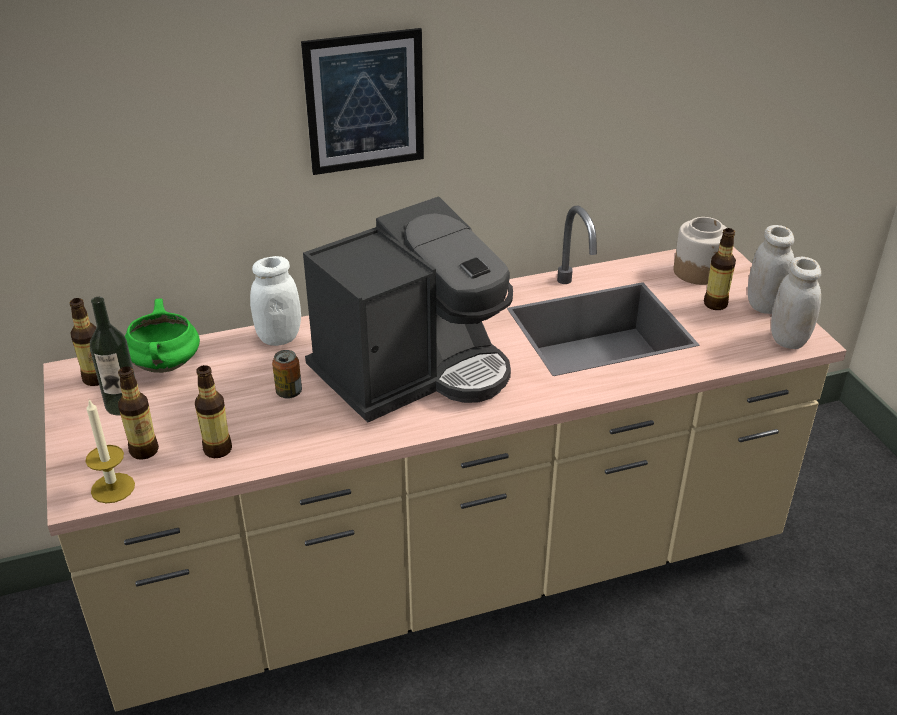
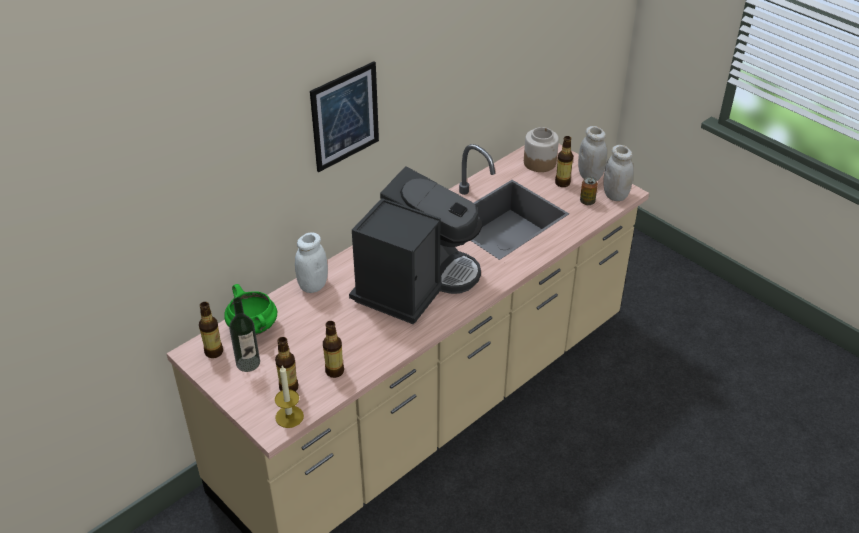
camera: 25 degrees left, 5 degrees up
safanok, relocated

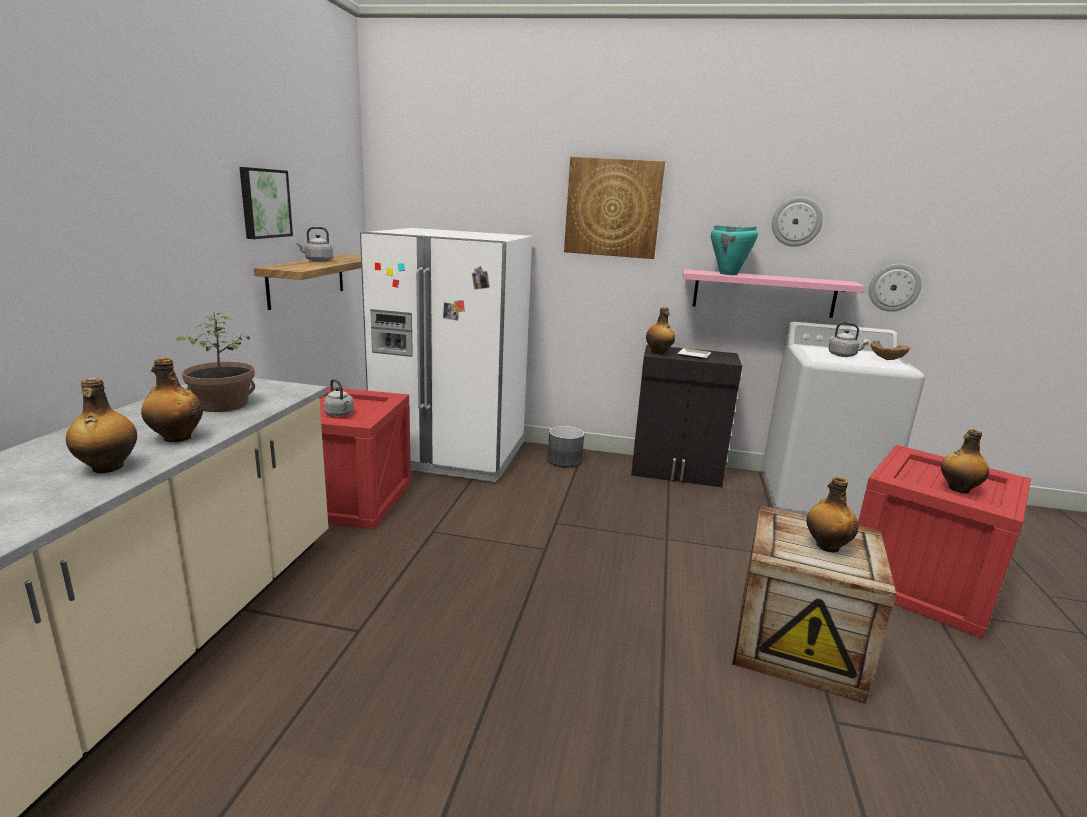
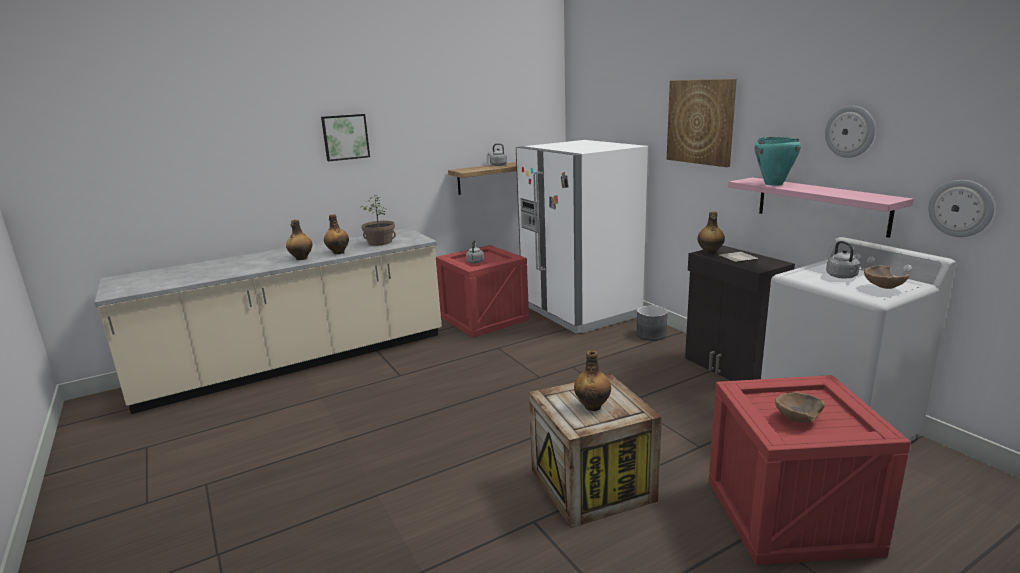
camera: 50 degrees right, 0 degrees up
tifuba (no. 1 from left), relocated
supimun (no. 5 from left) -> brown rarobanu (no. 1 from left)

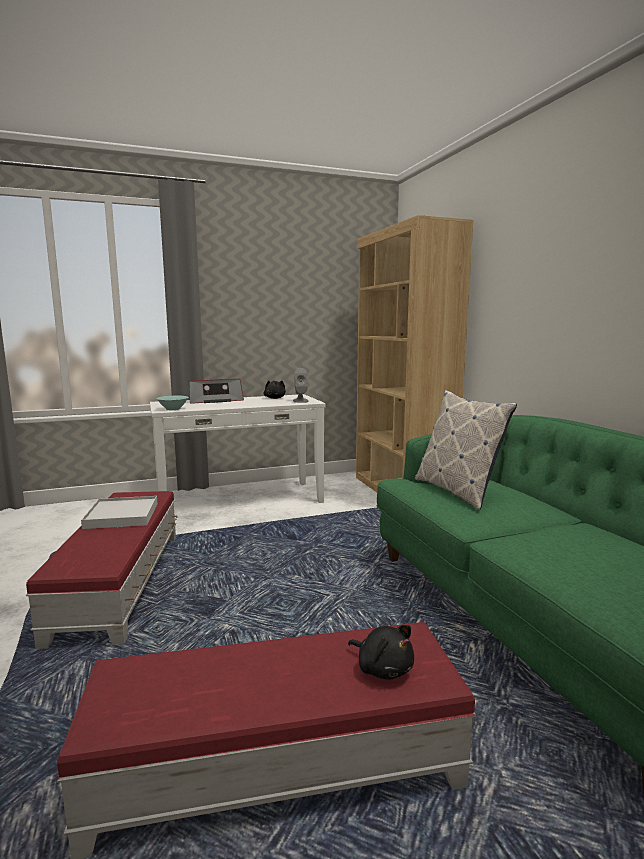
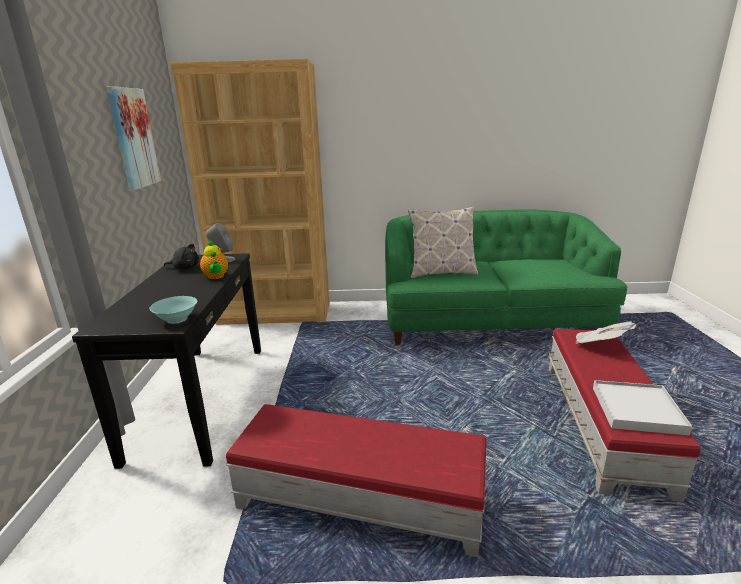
camera: 70 degrees left, 10 degrees up
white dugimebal, relocated
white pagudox -> black pagudox
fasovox -> none
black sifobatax (no. 2 from left) -> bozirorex
none -> tifuba
none -> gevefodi

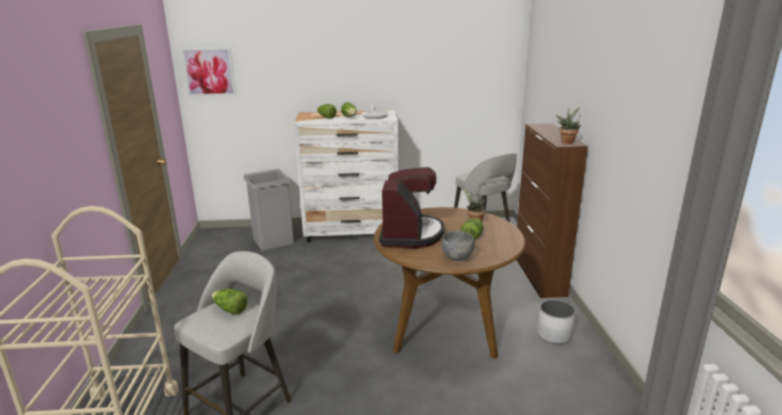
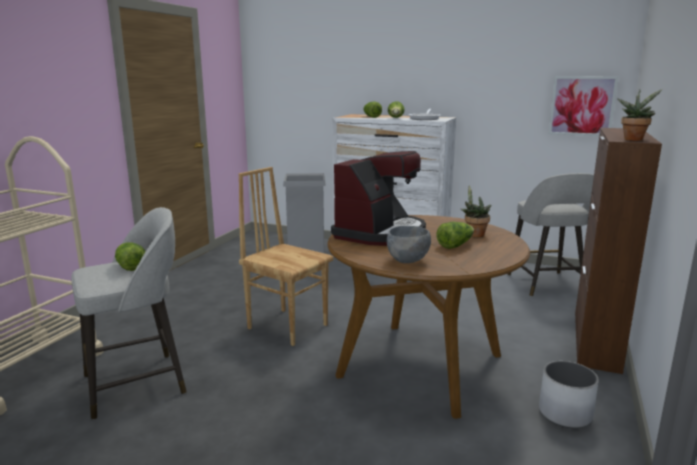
camera: 25 degrees right, 5 degrees down
tifuba, relocated
none -> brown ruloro

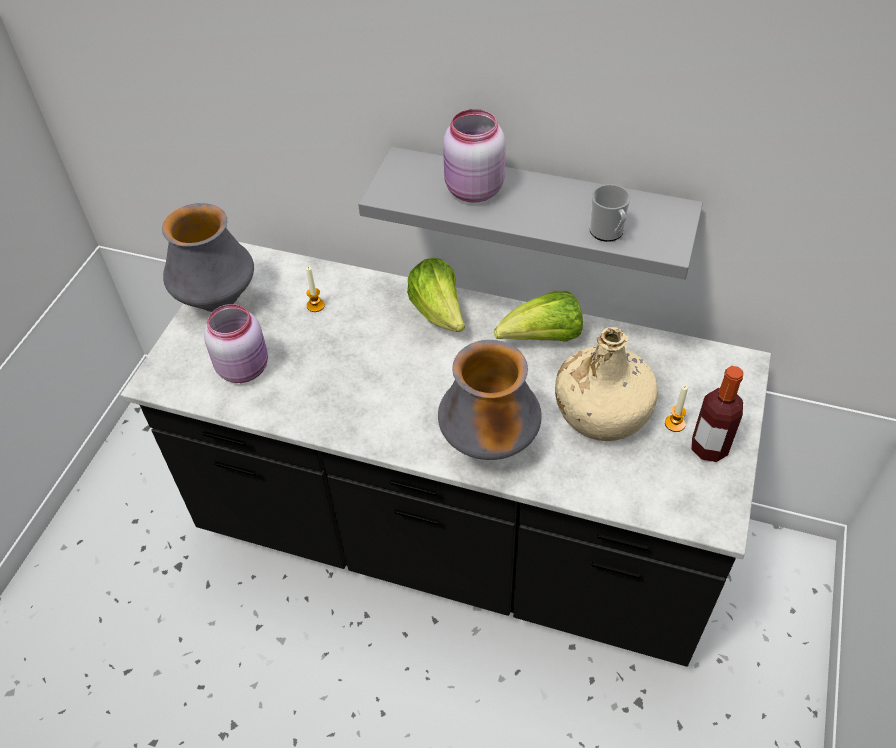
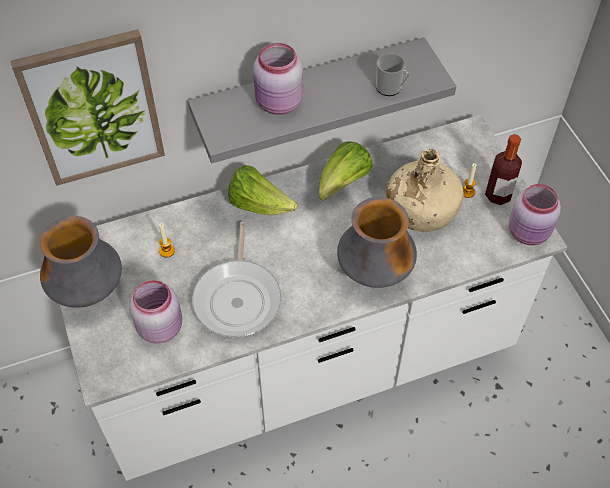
camera: 40 degrees left, 5 degrees up
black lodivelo -> white lodivelo
none -> tifuba
none -> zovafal
none -> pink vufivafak (no. 3 from left)

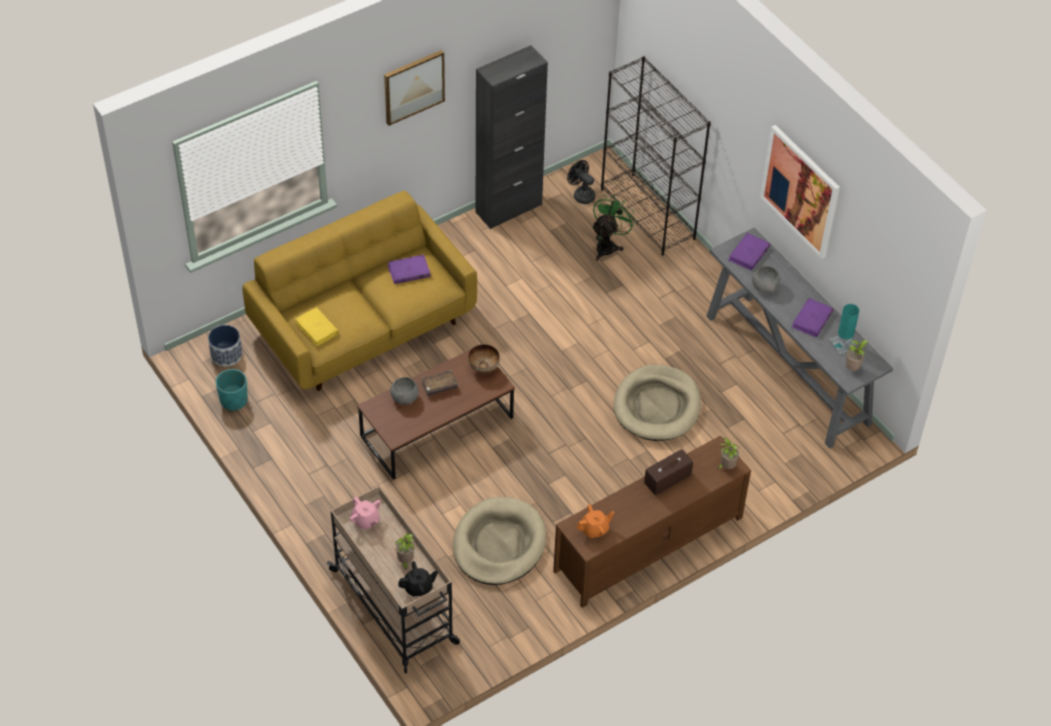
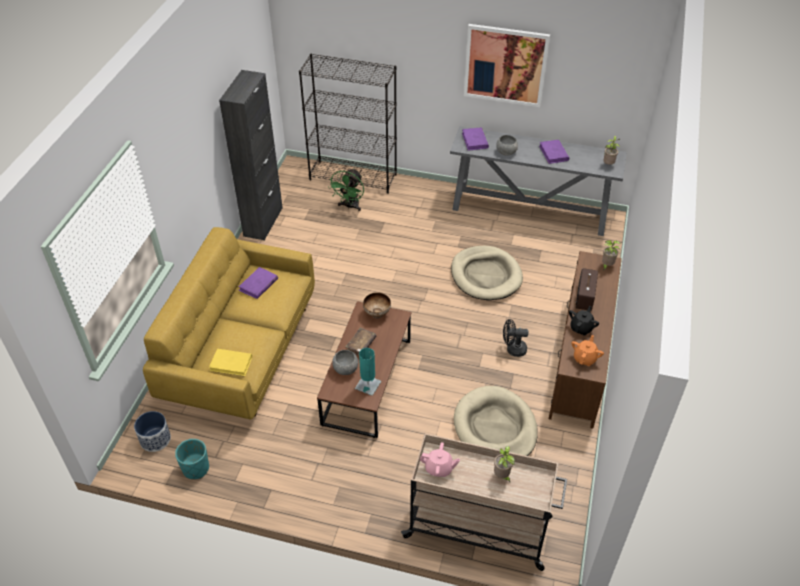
camera: 40 degrees left, 5 degrees down
tifuba (no. 1 from left) -> none
black gevefodi, relocated
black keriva, relocated
green keriva, 150 degrees counterclockwise
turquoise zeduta, relocated

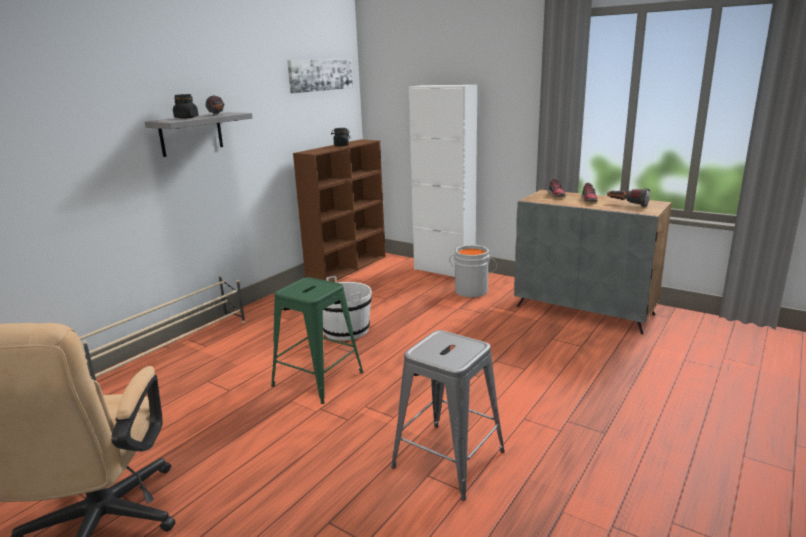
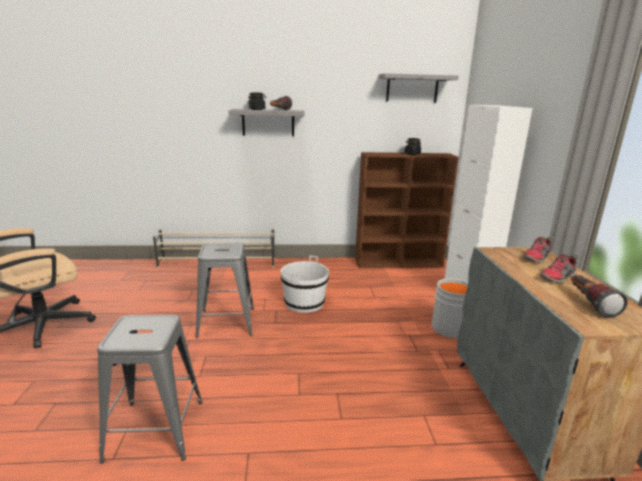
camera: 50 degrees right, 0 degrees up
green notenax -> grey notenax (no. 2 from left)
tifuba -> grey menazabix (no. 2 from left)

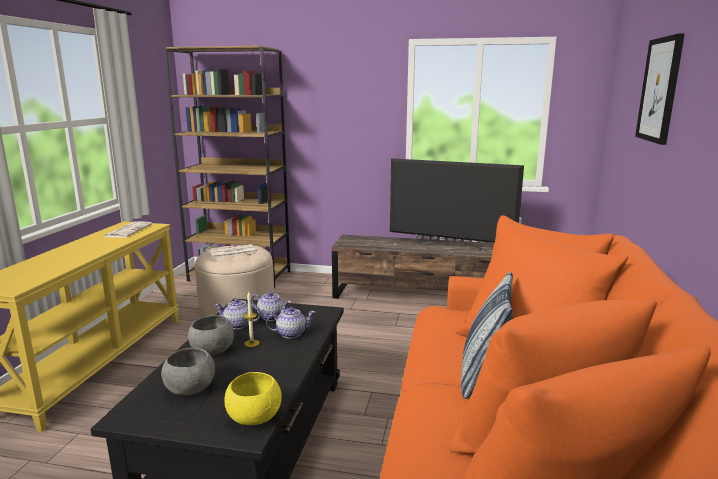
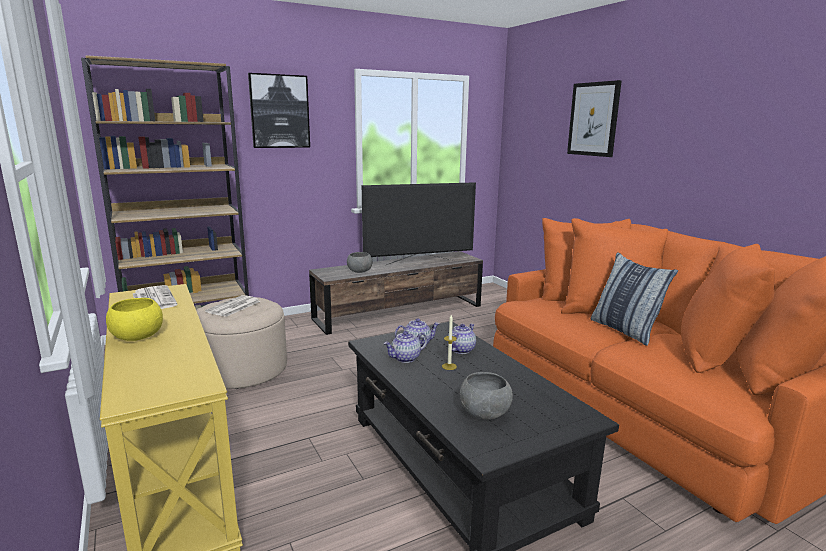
camera: 40 degrees left, 0 degrees up
grey rarobanu (no. 2 from left in the first image) -> grey rarobanu (no. 1 from left), relocated
yellow rarobanu, relocated
none -> tifuba (no. 1 from left)

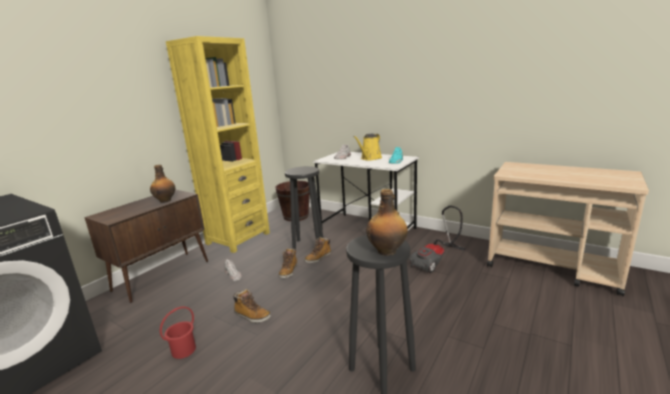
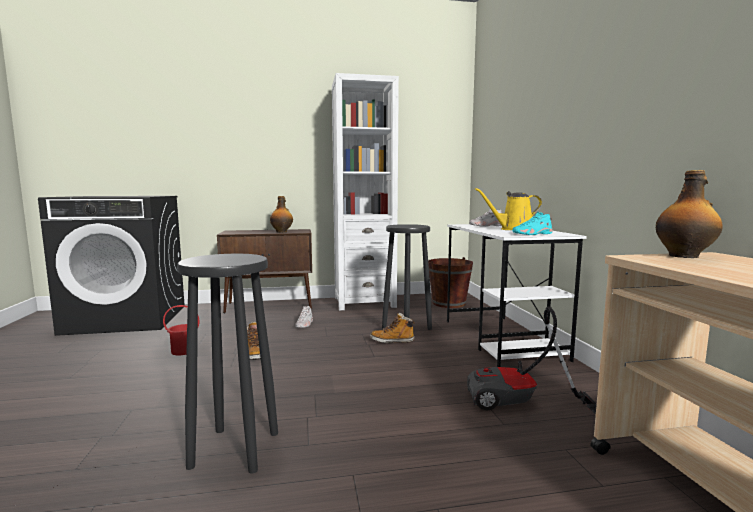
camera: 45 degrees right, 10 degrees down
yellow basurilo -> white basurilo
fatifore (no. 2 from left) -> none
supimun (no. 2 from left), relocated

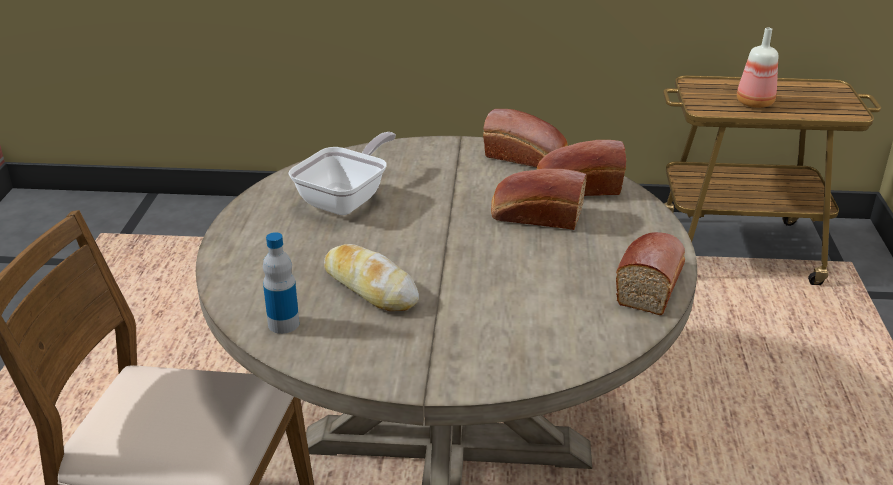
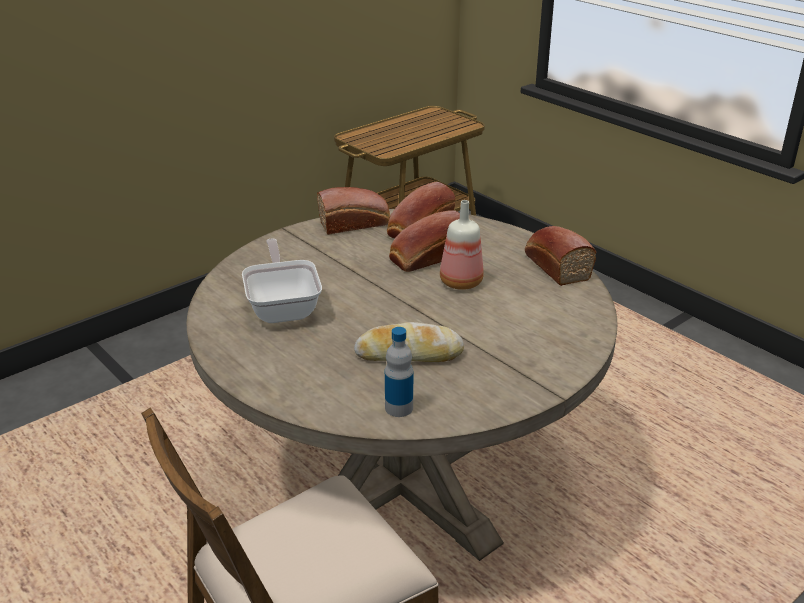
camera: 45 degrees left, 0 degrees up
supimun (no. 2 from left), relocated

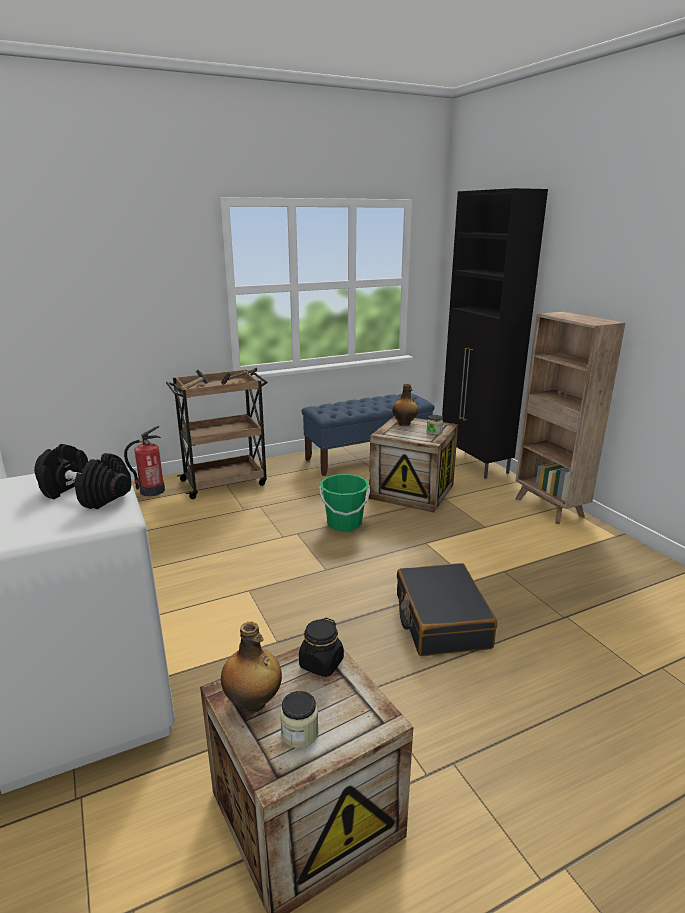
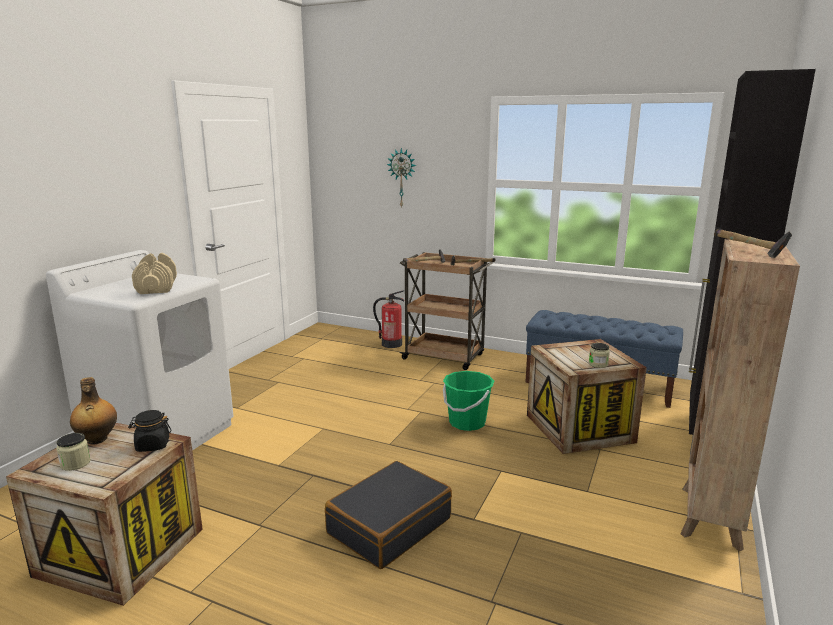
camera: 50 degrees right, 5 degrees down
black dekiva -> beige dekiva
supimun (no. 2 from left) -> none
none -> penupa
none -> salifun (no. 3 from left)

